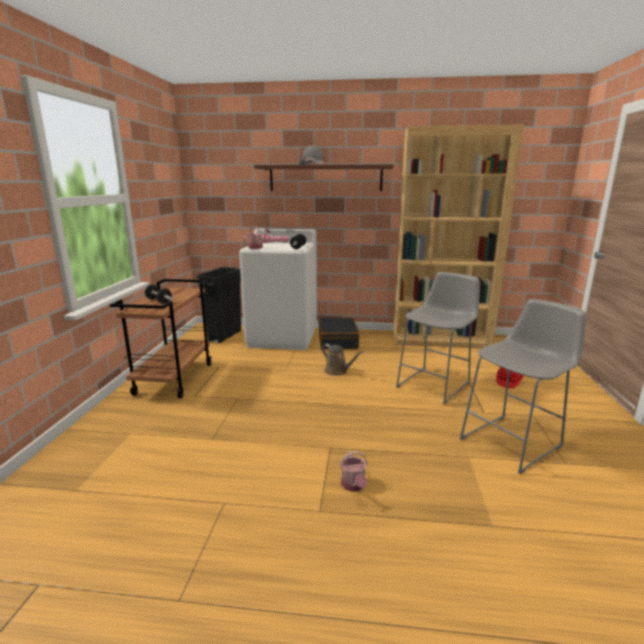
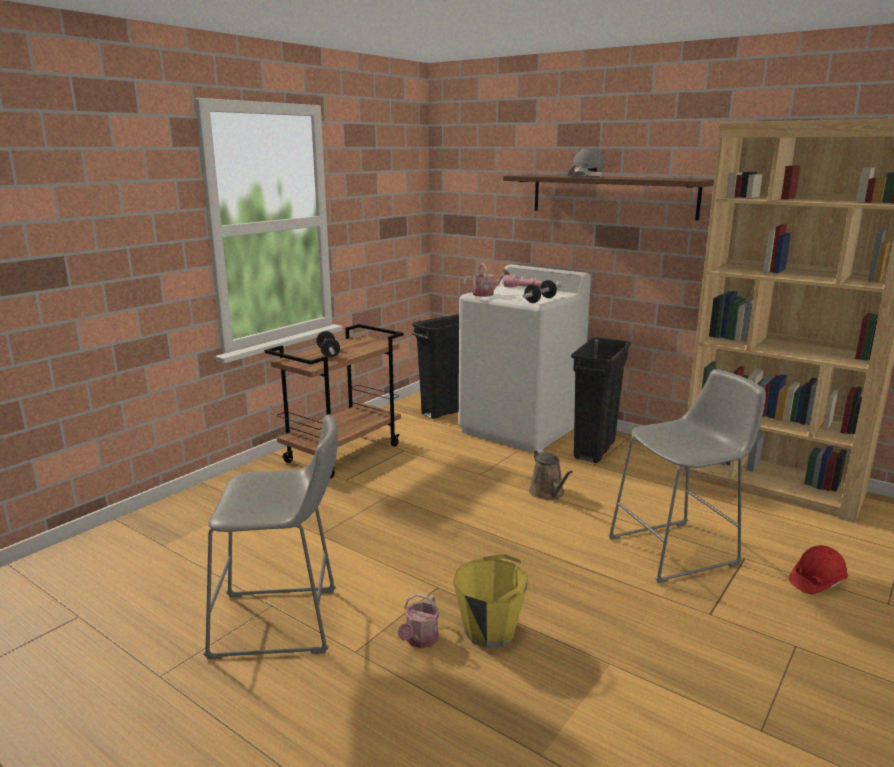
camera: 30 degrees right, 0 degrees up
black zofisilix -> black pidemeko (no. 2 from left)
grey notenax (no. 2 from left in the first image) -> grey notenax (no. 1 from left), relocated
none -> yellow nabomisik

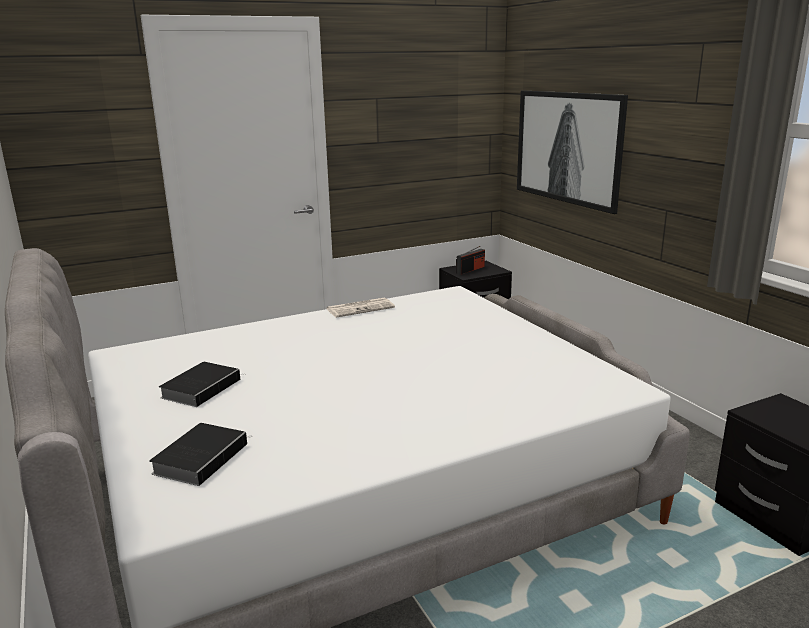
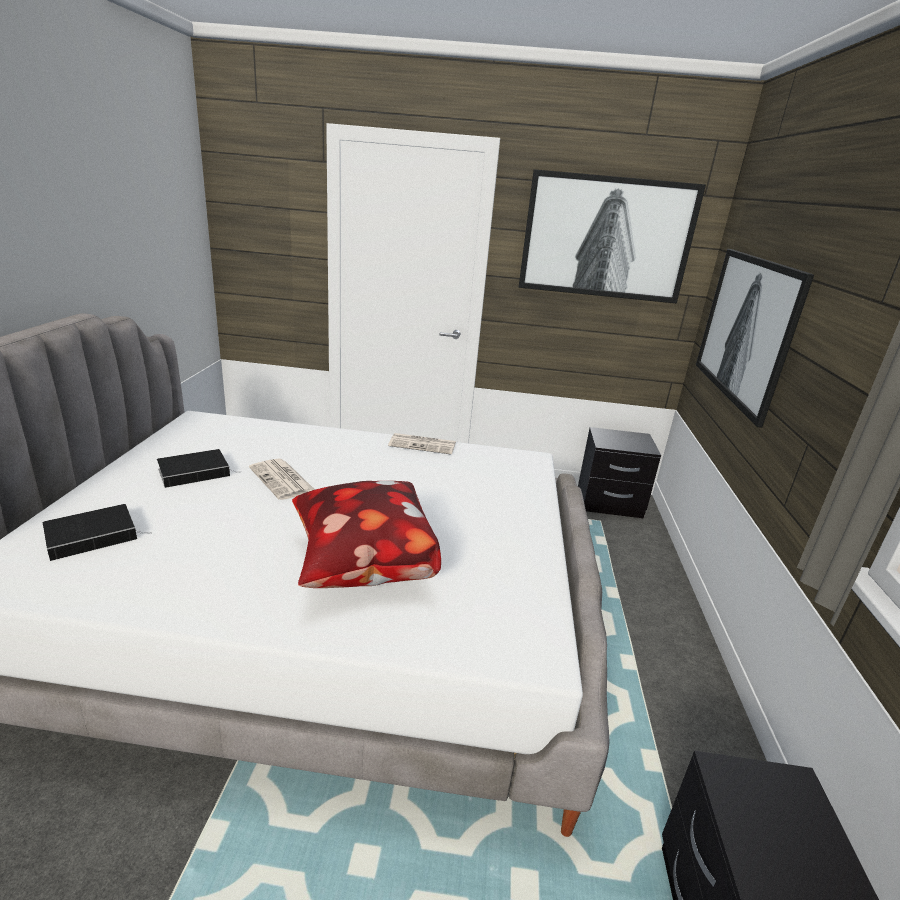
camera: 30 degrees right, 5 degrees up
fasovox -> none
none -> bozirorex (no. 1 from left)
none -> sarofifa
none -> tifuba (no. 1 from left)

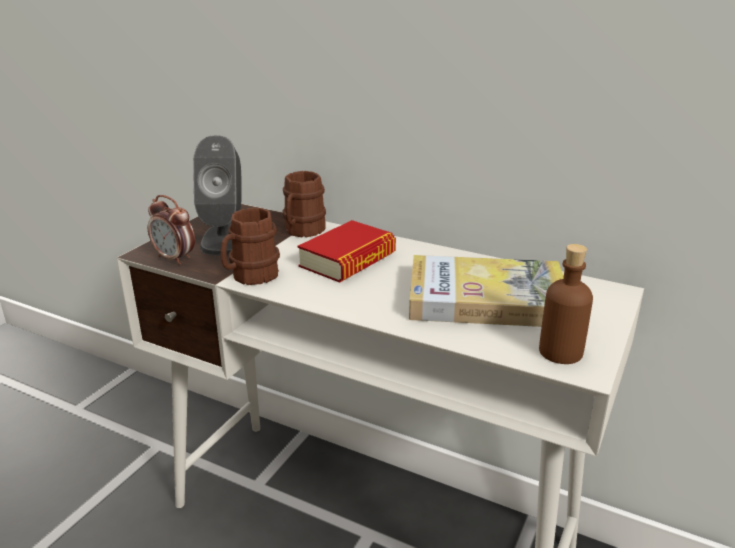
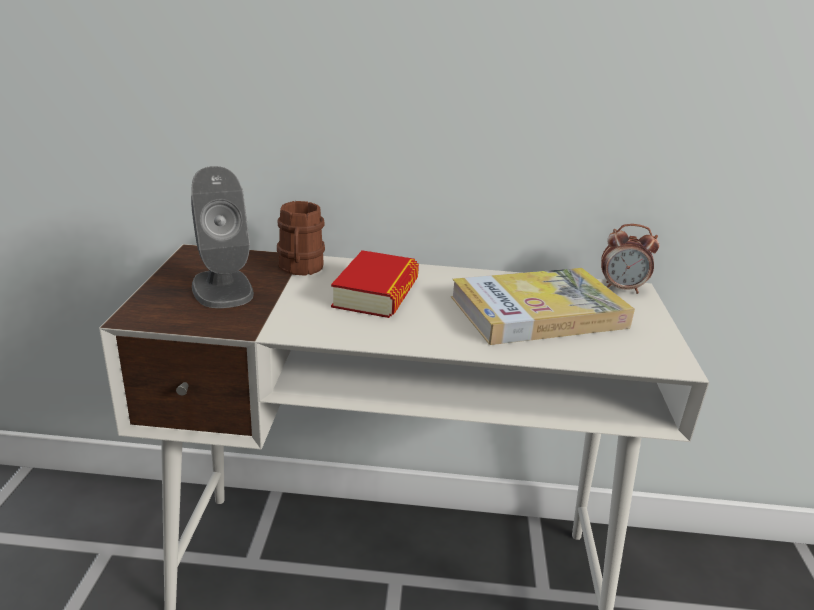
camera: 25 degrees left, 0 degrees up
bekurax, relocated
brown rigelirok (no. 1 from left) -> none
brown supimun -> none

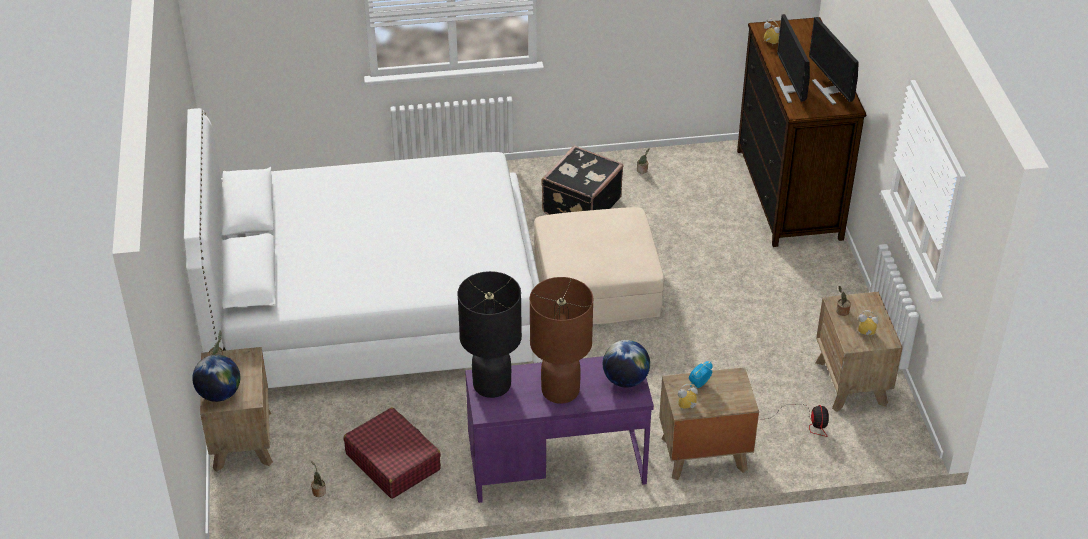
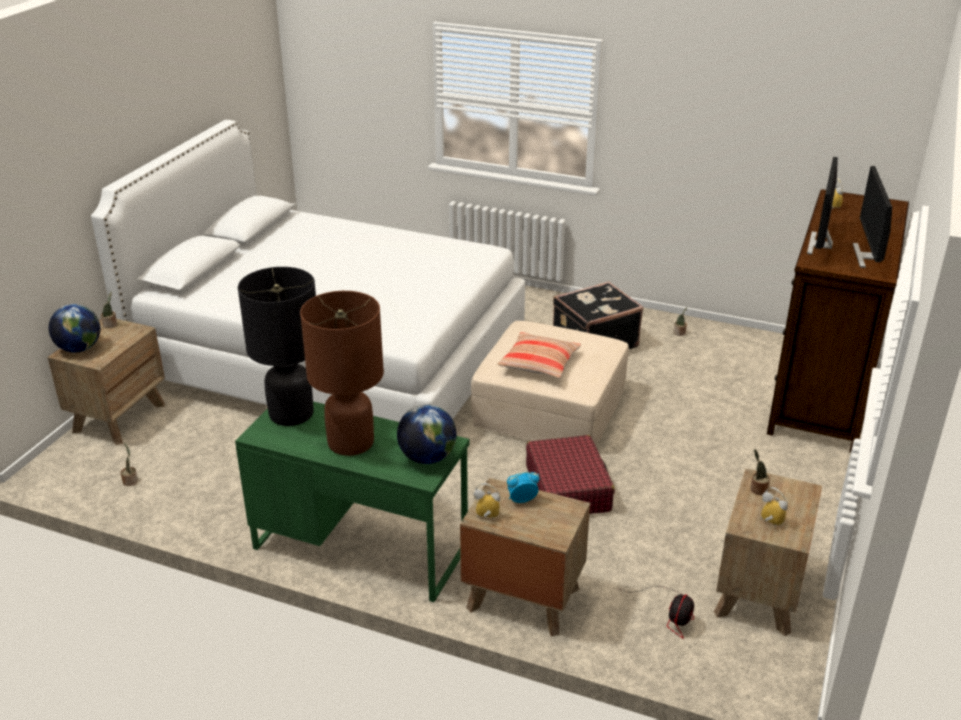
camera: 30 degrees right, 10 degrees down
red zofisilix, relocated
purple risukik -> green risukik
none -> sarofifa

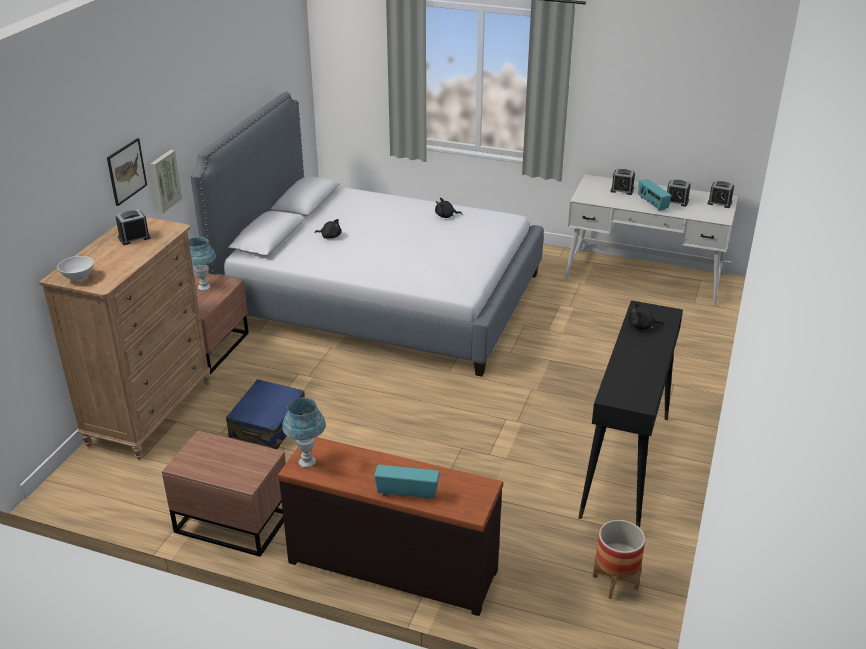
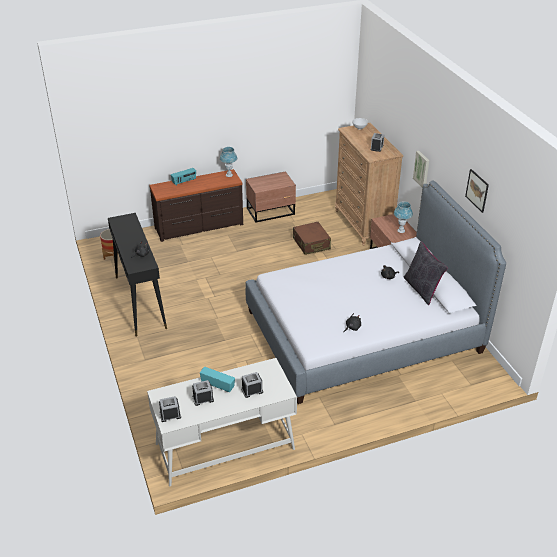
camera: 140 degrees right, 5 degrees up
tifuba (no. 1 from left in the first image) -> tifuba (no. 2 from left), relocated
blue zofisilix -> brown zofisilix
none -> black sarofifa

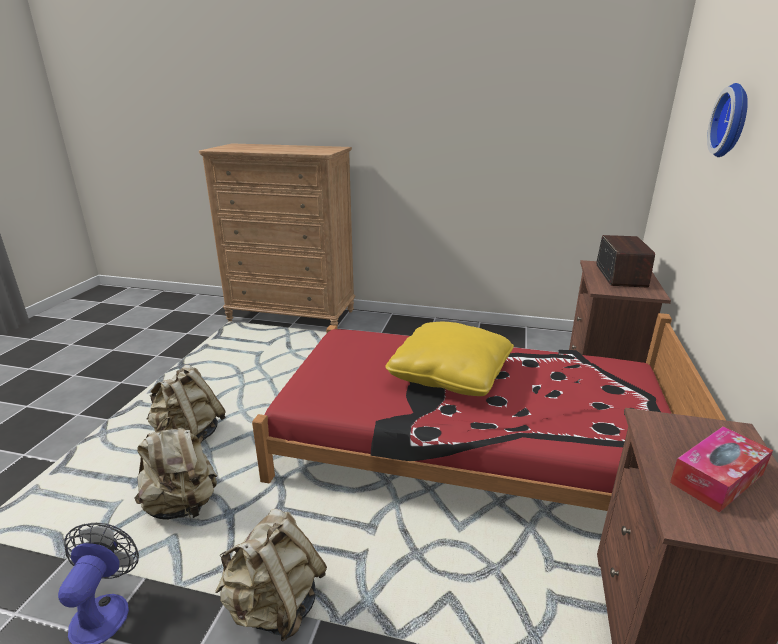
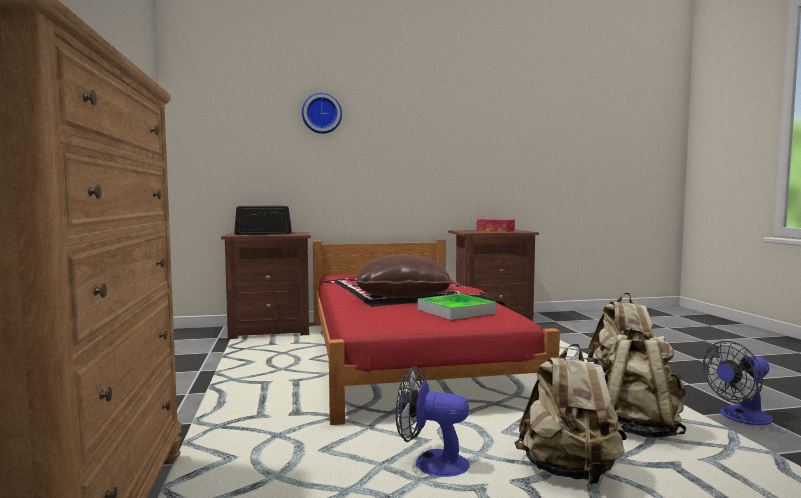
camera: 115 degrees left, 20 degrees down
yellow sarofifa -> brown sarofifa
none -> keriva (no. 1 from left)
none -> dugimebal

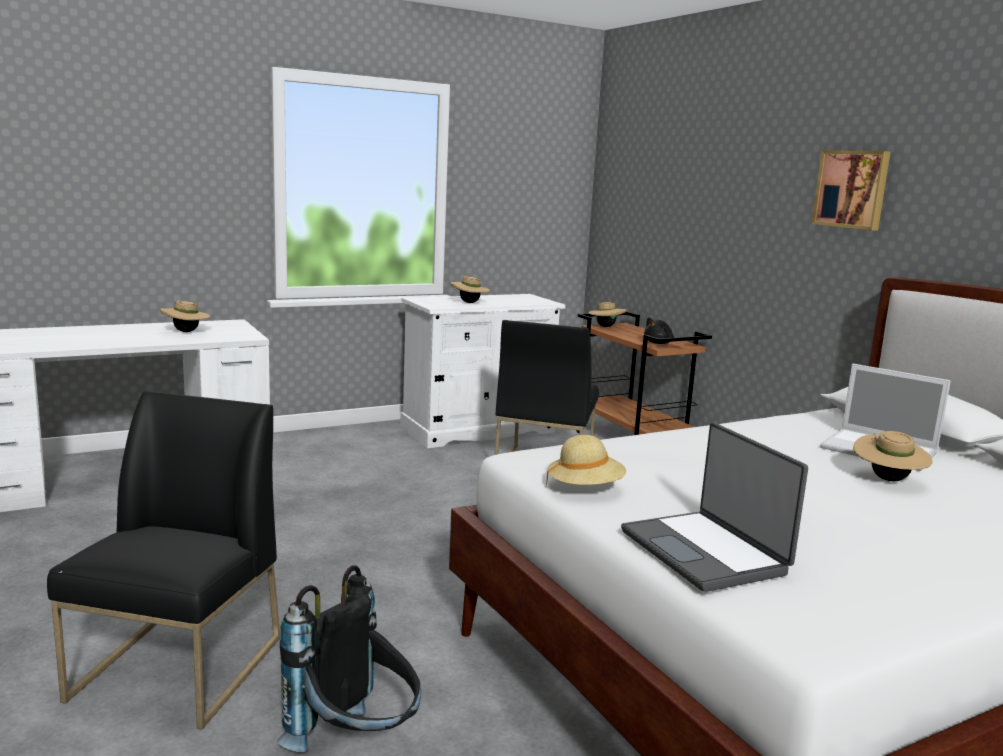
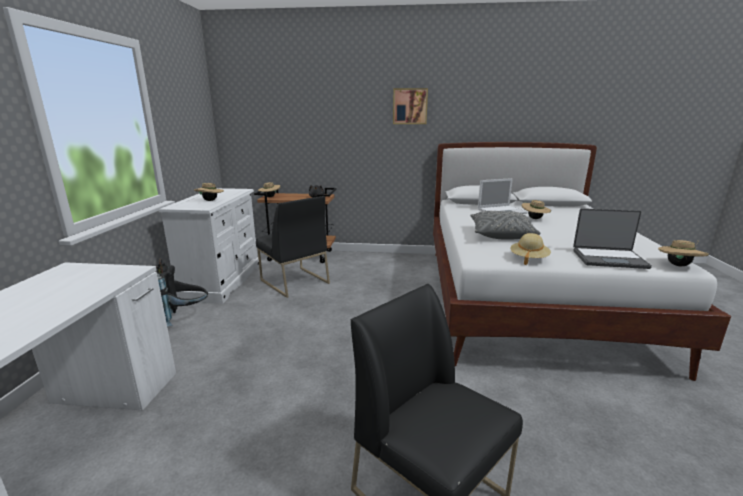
camera: 55 degrees left, 5 degrees up
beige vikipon (no. 1 from left in the first image) -> beige vikipon (no. 5 from left), relocated
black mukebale, relocated
none -> grey sarofifa

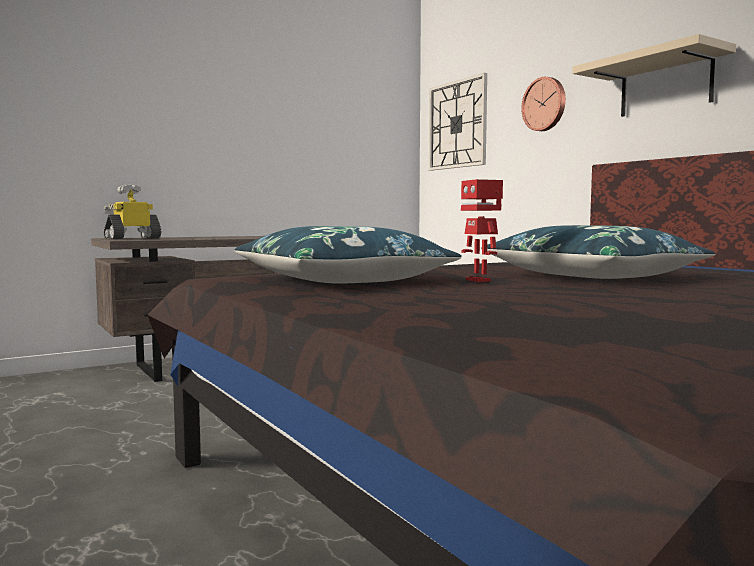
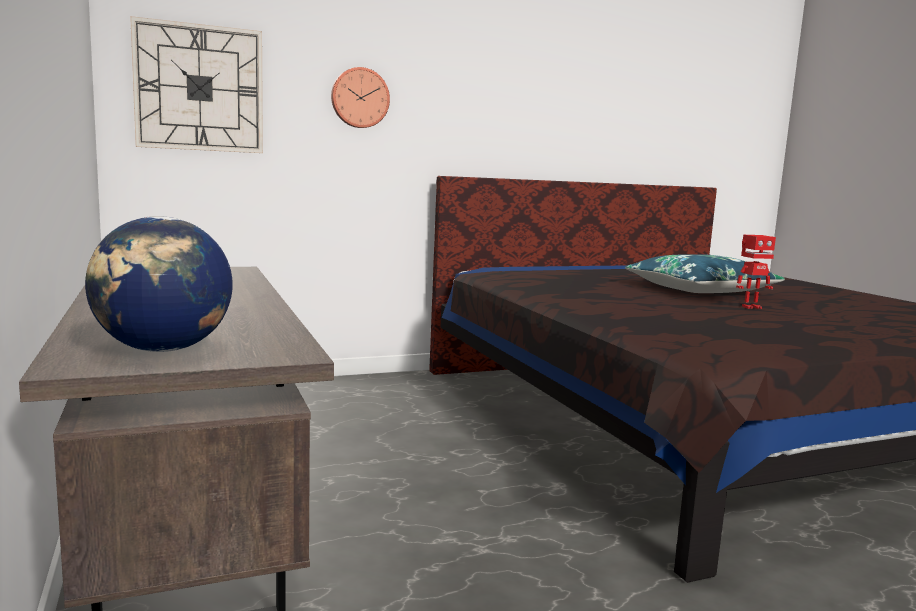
camera: 80 degrees left, 5 degrees up
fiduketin (no. 1 from left) -> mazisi
blue sarofifa (no. 1 from left) -> none
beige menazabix -> none

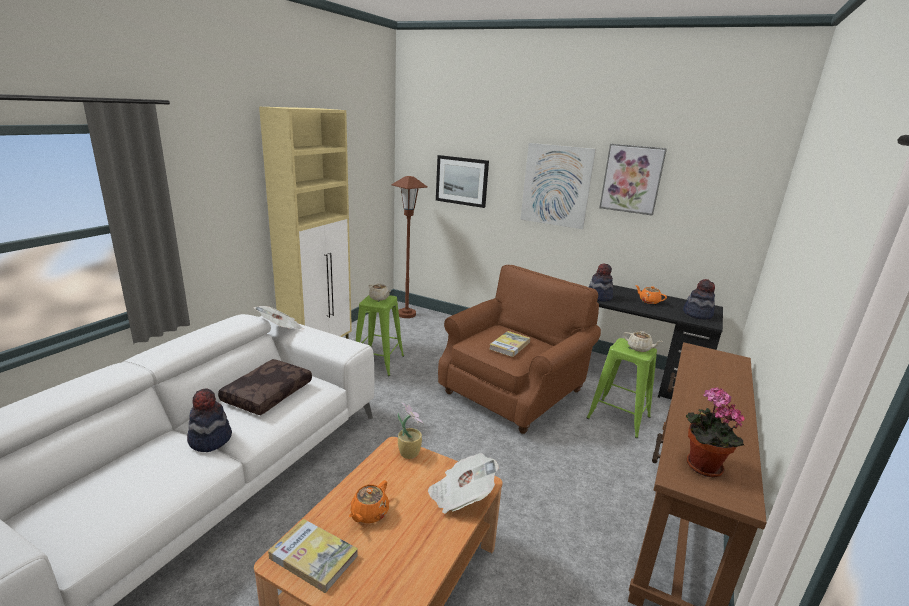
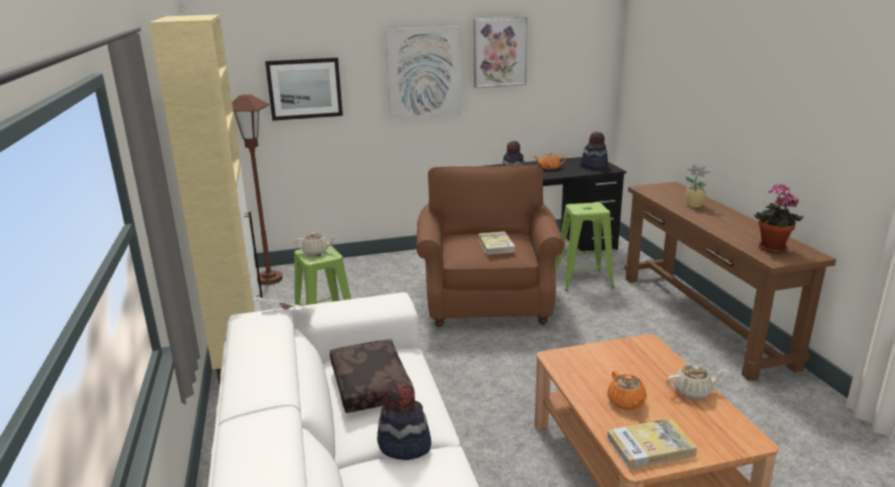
camera: 40 degrees left, 0 degrees up
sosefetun (no. 1 from left), relocated
bozirorex (no. 2 from left) -> none
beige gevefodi (no. 2 from left), relocated

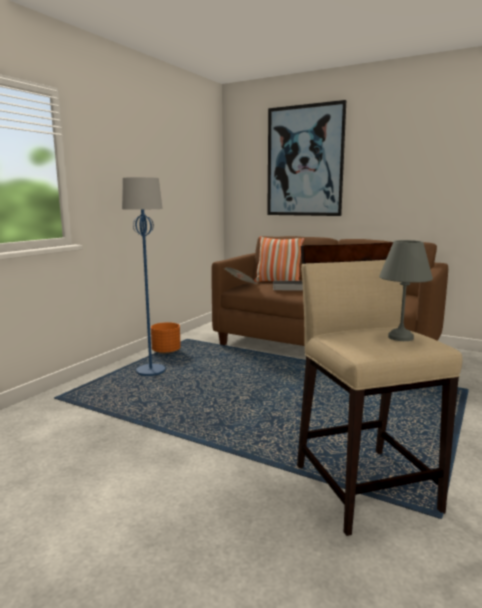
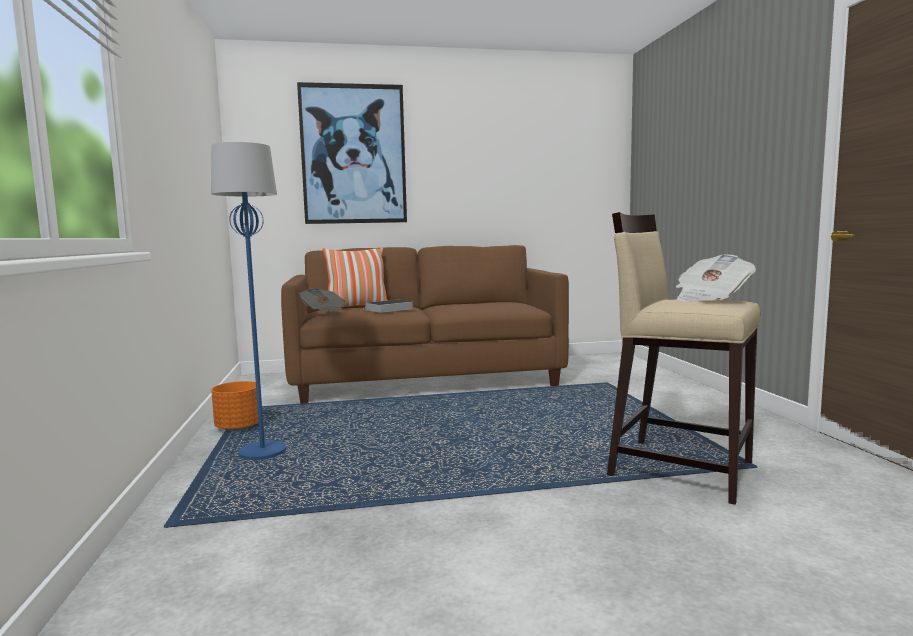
camera: 40 degrees left, 5 degrees down
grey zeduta -> bozirorex (no. 2 from left)

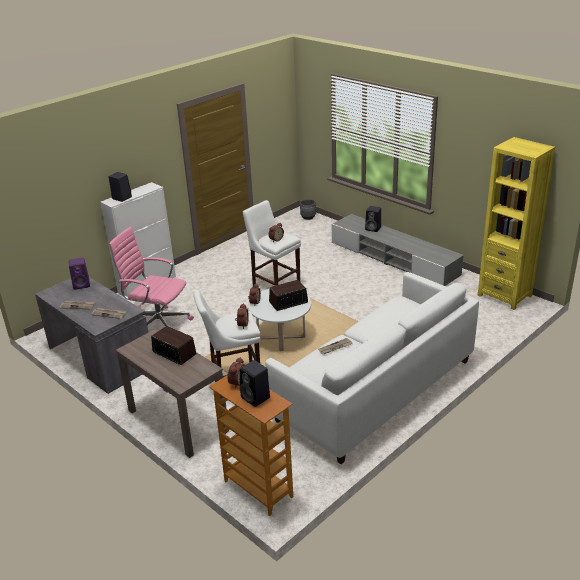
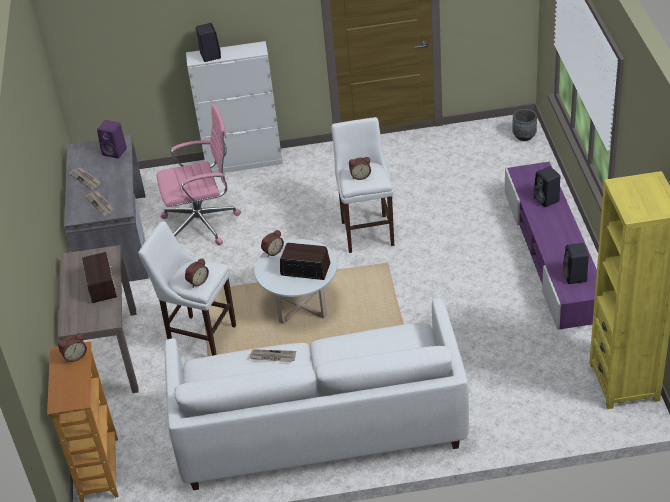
camera: 40 degrees right, 10 degrees up
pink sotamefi, 105 degrees clockwise
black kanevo (no. 2 from left in the first image) -> black kanevo (no. 3 from left), relocated
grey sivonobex -> purple sivonobex

